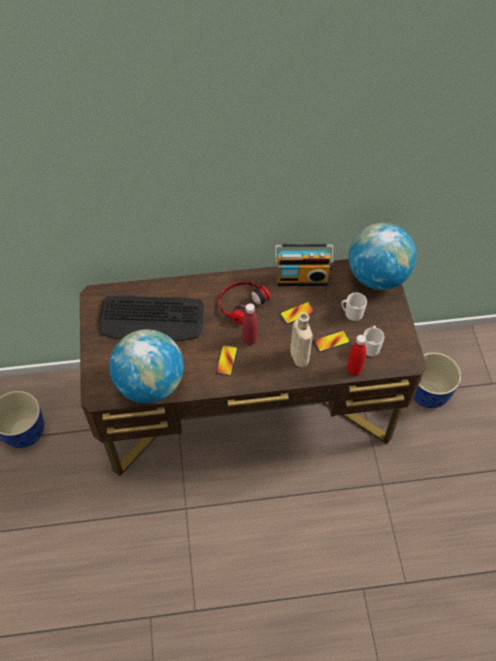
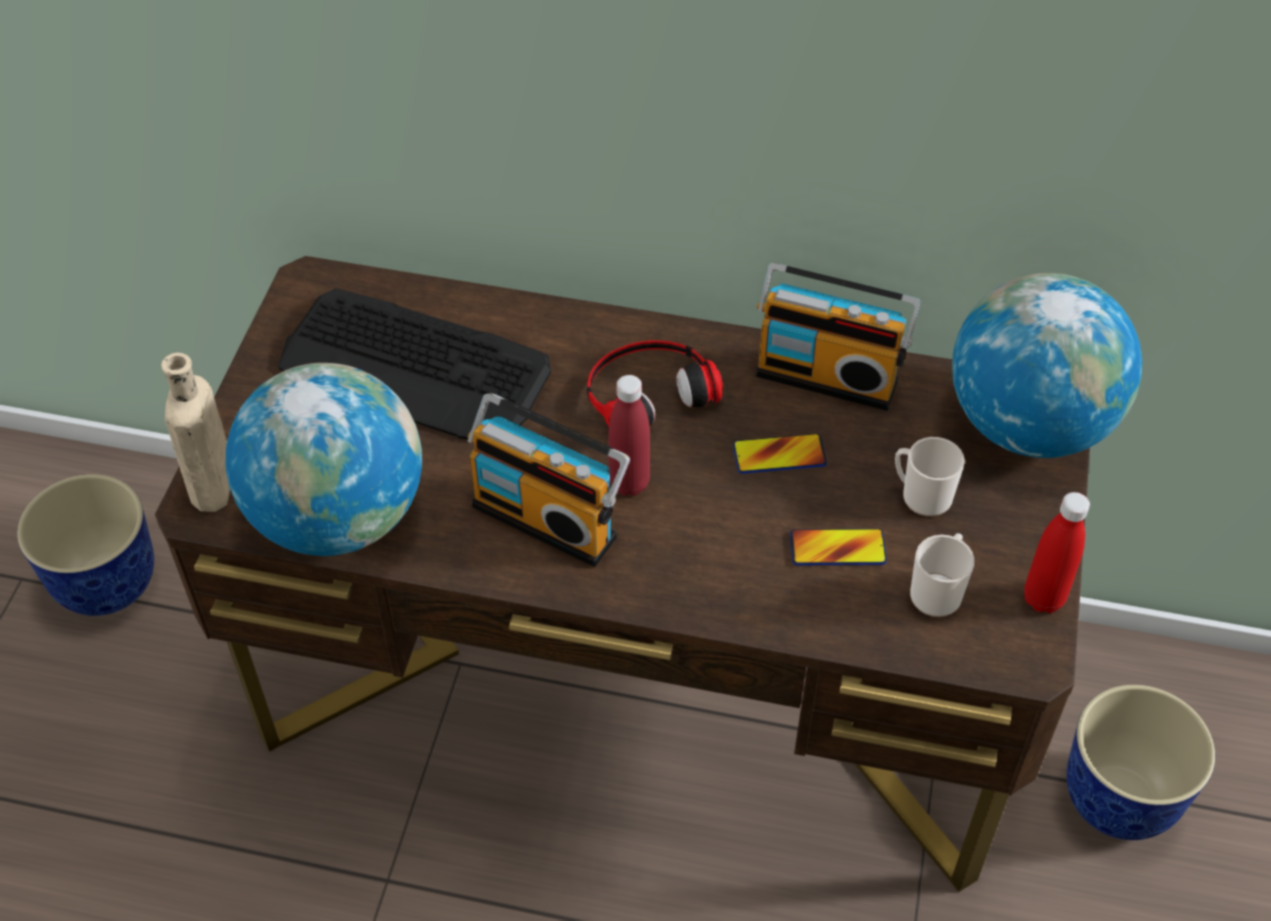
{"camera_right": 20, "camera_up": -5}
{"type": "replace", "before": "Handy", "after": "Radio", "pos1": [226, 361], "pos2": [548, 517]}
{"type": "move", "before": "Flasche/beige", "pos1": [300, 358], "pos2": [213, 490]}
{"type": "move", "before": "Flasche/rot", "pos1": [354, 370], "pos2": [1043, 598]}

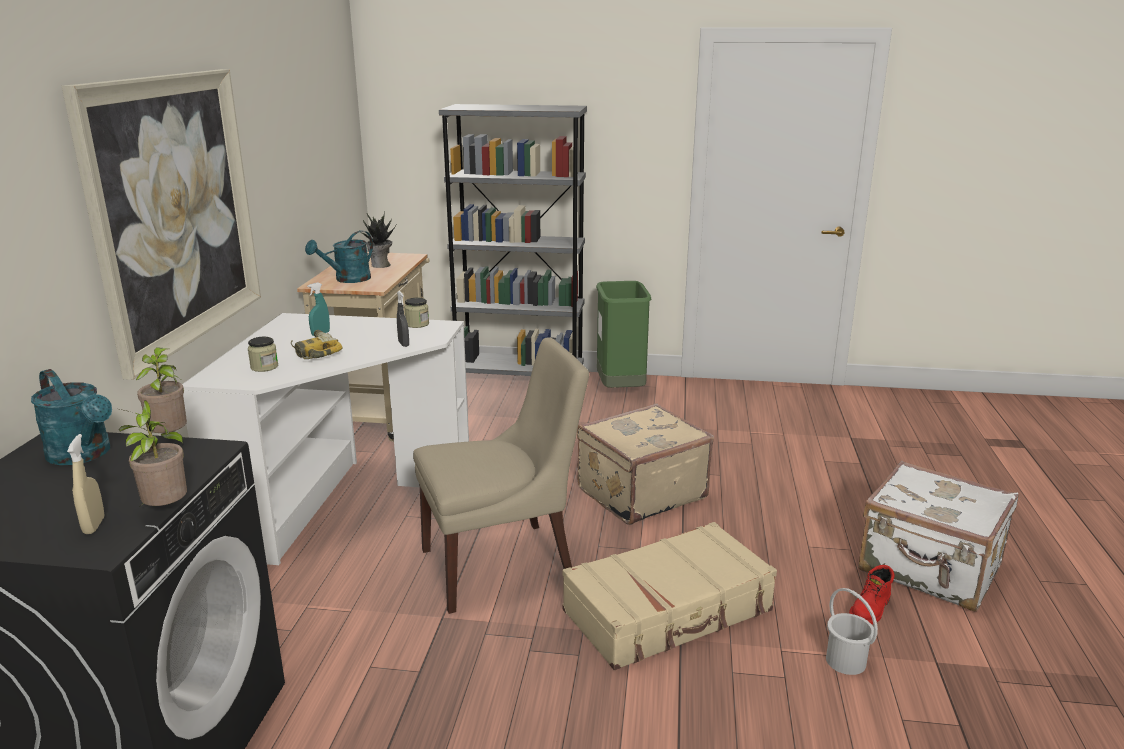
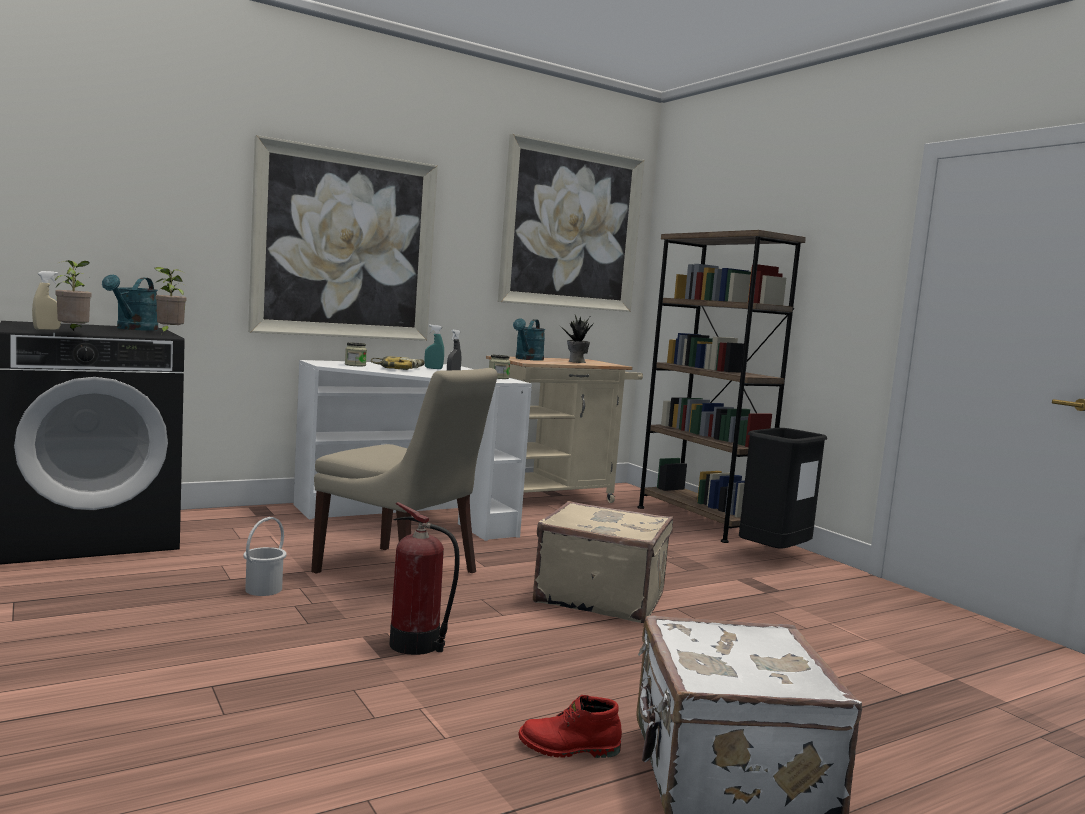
{"camera_right": 50, "camera_up": -15}
{"type": "rotate", "before": "Gießkanne/türkis", "pos1": [347, 280], "pos2": [527, 359], "turn": -75}
{"type": "recolor", "before": "Bücherregal/grau", "after": "Bücherregal/braun", "pos1": [520, 380], "pos2": [699, 521]}
{"type": "replace", "before": "Koffer/beige", "after": "Feuerlöscher", "pos1": [669, 612], "pos2": [417, 645]}
{"type": "recolor", "before": "Mülleimer/grün", "after": "Mülleimer/schwarz", "pos1": [620, 390], "pos2": [773, 556]}
{"type": "move", "before": "Eimer/weiß", "pos1": [846, 661], "pos2": [264, 589]}
{"type": "insert", "after": "Bild", "pos2": [571, 228]}

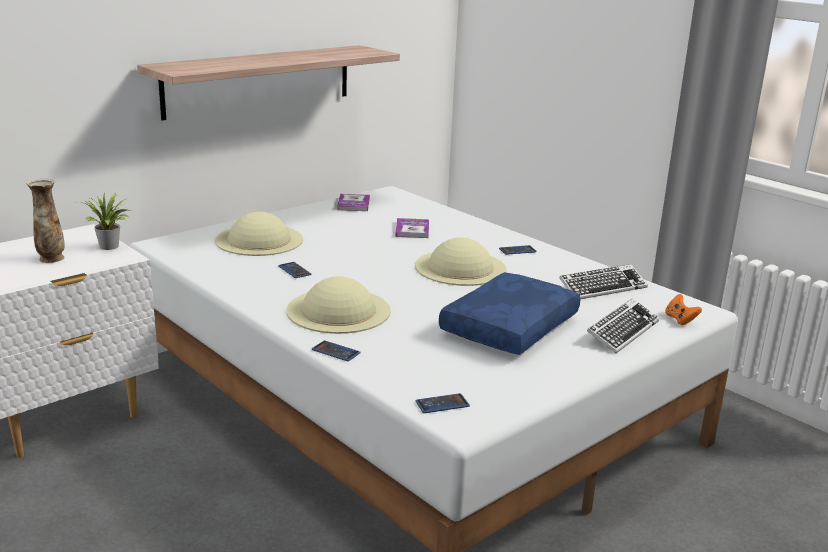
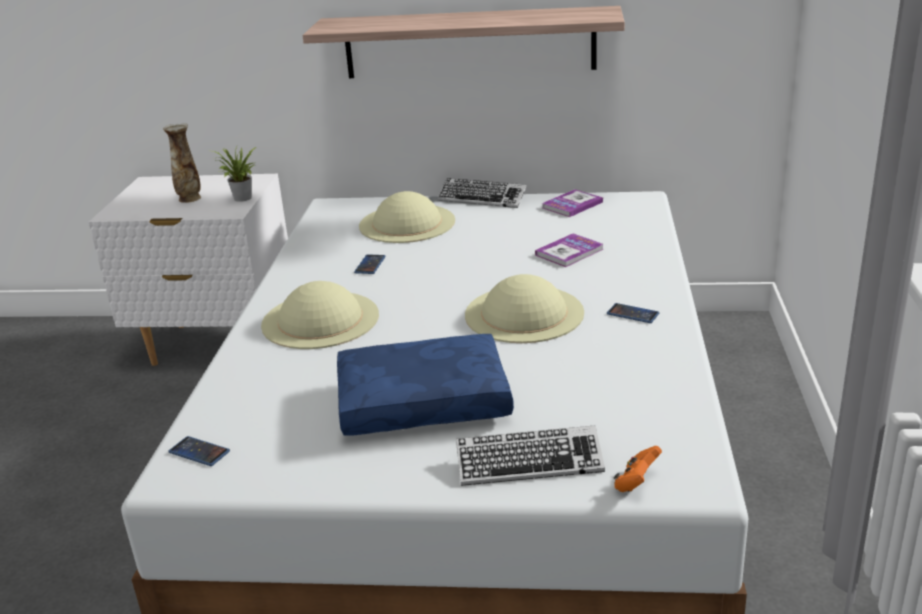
{"camera_right": 50, "camera_up": 5}
{"type": "delete", "before": "Handy", "pos1": [336, 351]}
{"type": "move", "before": "Tastatur", "pos1": [602, 287], "pos2": [482, 198]}

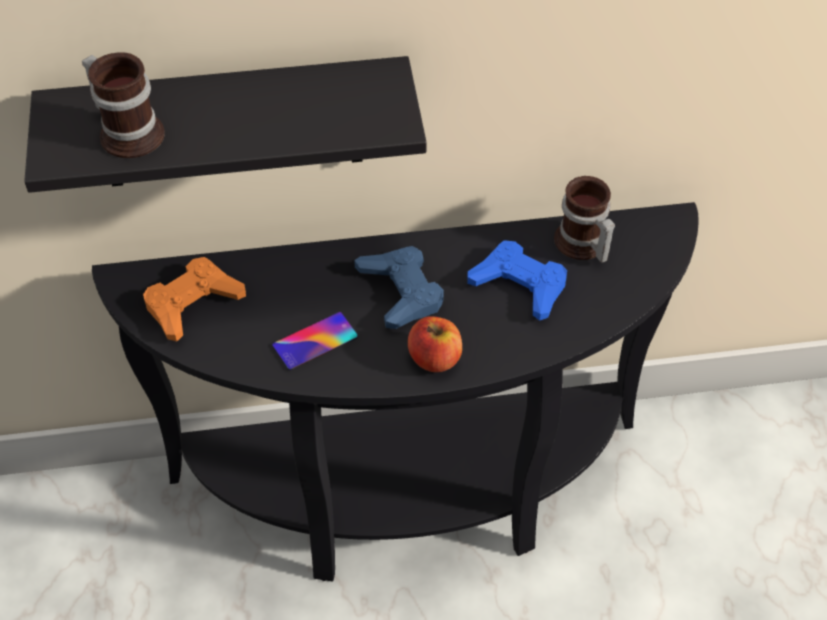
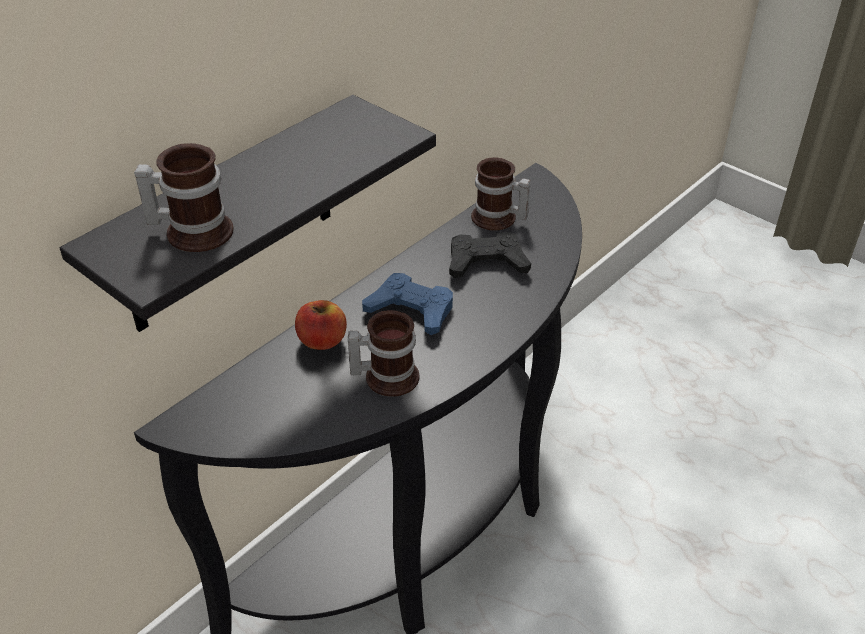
{"camera_right": -40, "camera_up": -10}
{"type": "delete", "before": "Gamepad/orange", "pos1": [192, 303]}
{"type": "replace", "before": "Handy", "after": "Henkelbecher", "pos1": [315, 341], "pos2": [386, 376]}
{"type": "move", "before": "Apfel", "pos1": [435, 358], "pos2": [322, 340]}
{"type": "recolor", "before": "Gamepad/blau", "after": "Gamepad/schwarz", "pos1": [520, 285], "pos2": [486, 262]}

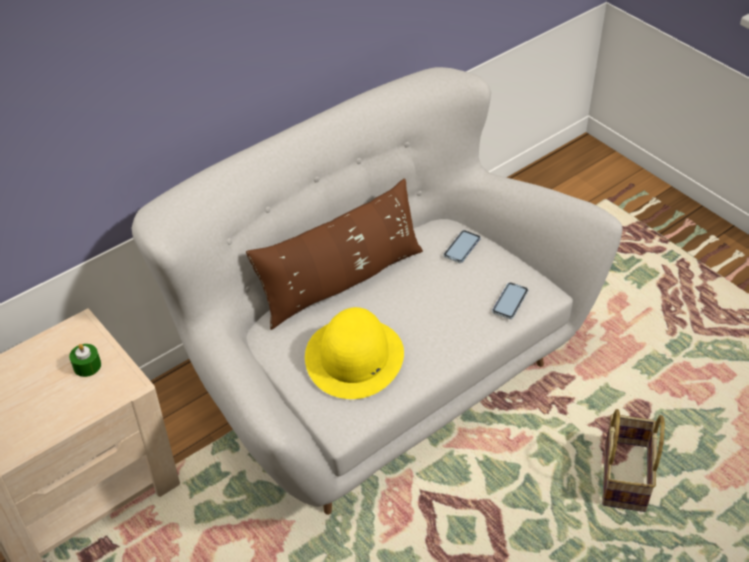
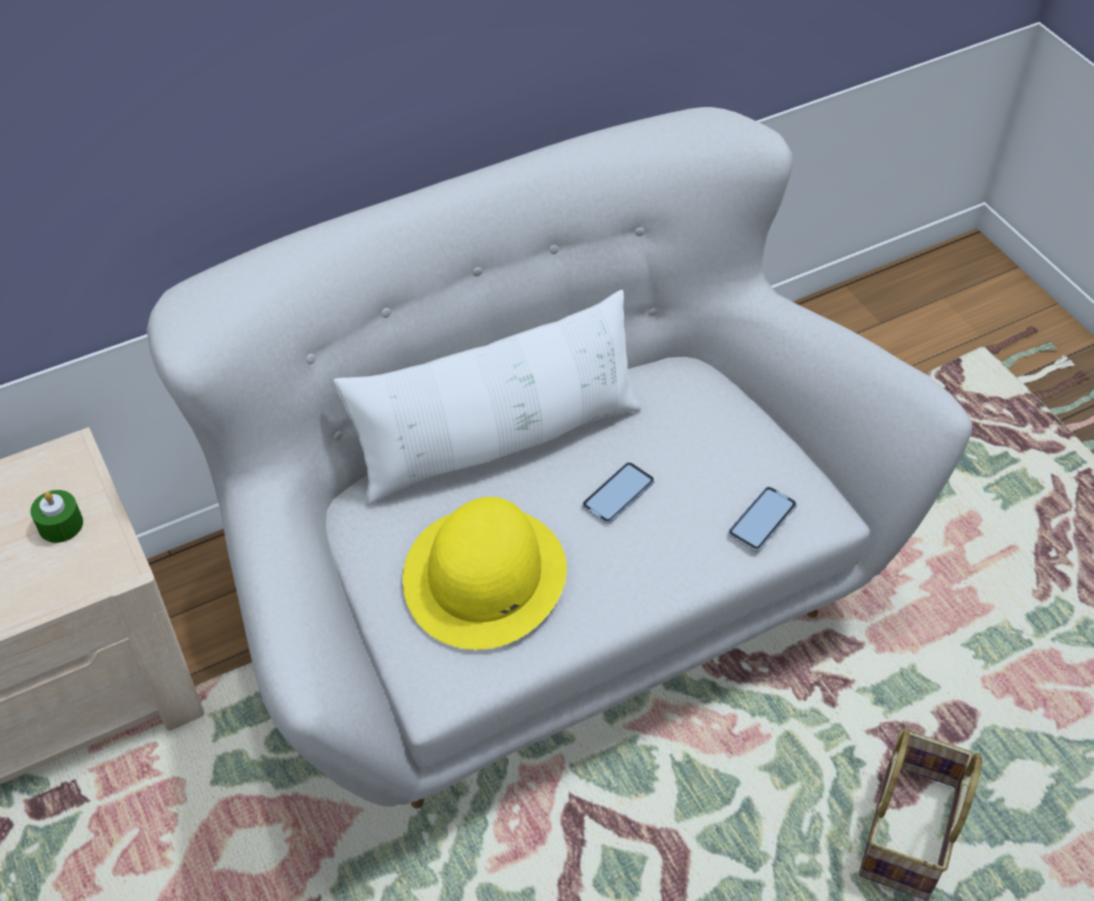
{"camera_right": 10, "camera_up": 5}
{"type": "recolor", "before": "Kissen/braun", "after": "Kissen/weiß", "pos1": [342, 282], "pos2": [498, 442]}
{"type": "move", "before": "Handy", "pos1": [462, 247], "pos2": [618, 494]}

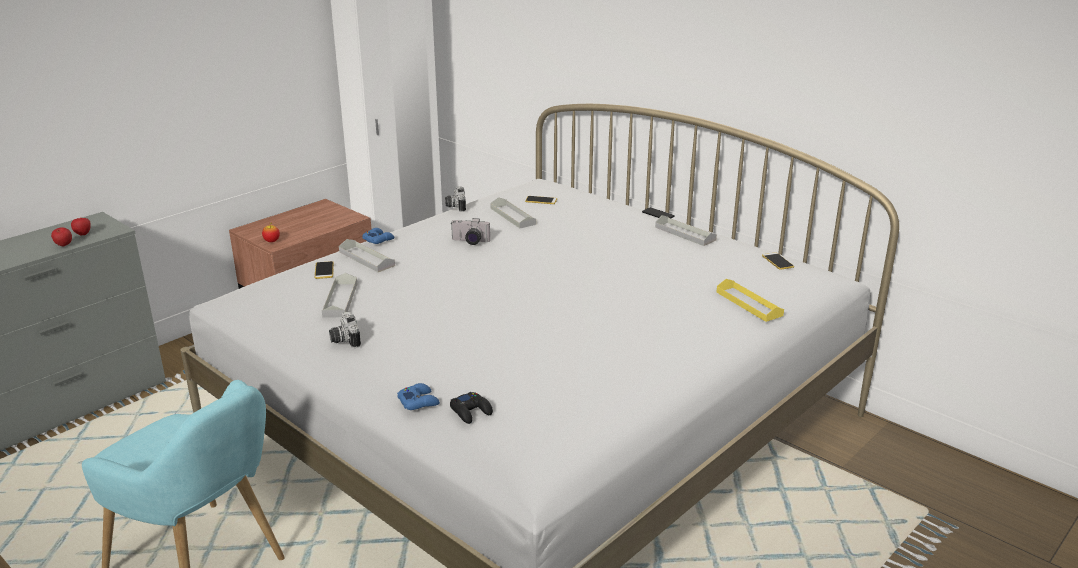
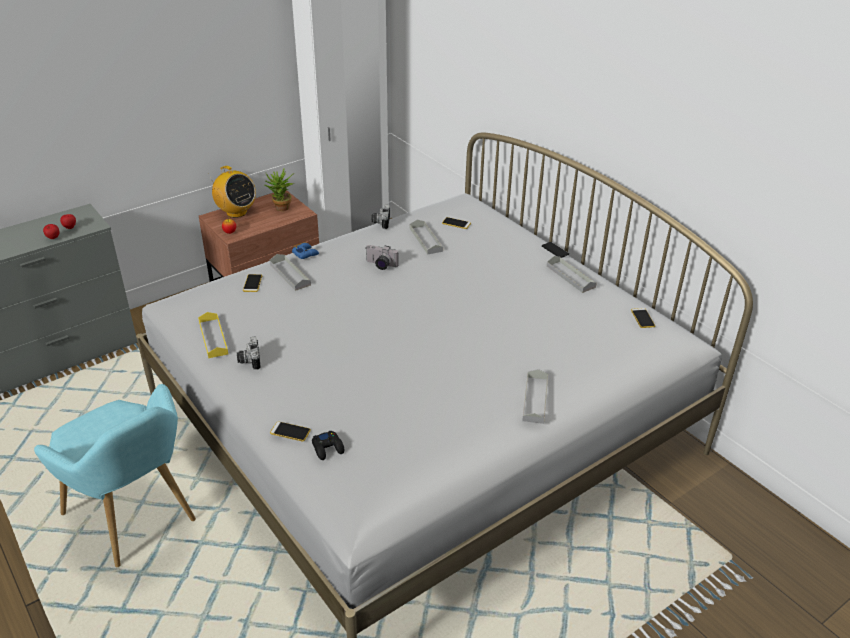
{"camera_right": 10, "camera_up": 10}
{"type": "move", "before": "Tablett/grau", "pos1": [340, 300], "pos2": [535, 399]}
{"type": "replace", "before": "Gamepad/blau", "after": "Handy", "pos1": [419, 401], "pos2": [290, 432]}
{"type": "move", "before": "Tablett/gelb", "pos1": [749, 304], "pos2": [213, 338]}
{"type": "insert", "after": "Radio", "pos2": [236, 212]}
{"type": "insert", "after": "Topfpflanze", "pos2": [281, 209]}

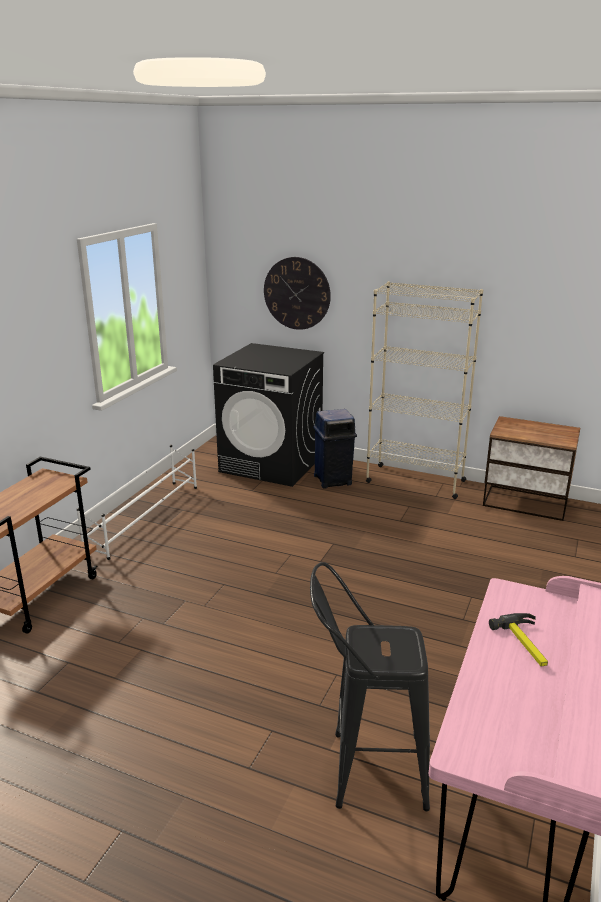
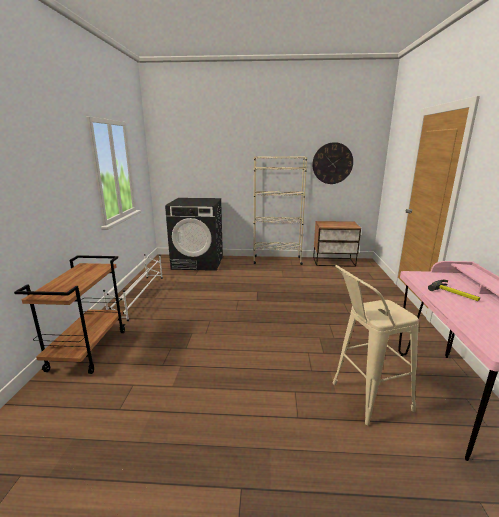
{"camera_right": -20, "camera_up": -5}
{"type": "move", "before": "Wanduhr", "pos1": [297, 293], "pos2": [332, 163]}
{"type": "recolor", "before": "Hocker/schwarz", "after": "Hocker/beige", "pos1": [365, 769], "pos2": [364, 398]}
{"type": "delete", "before": "Mülleimer/blau", "pos1": [333, 480]}

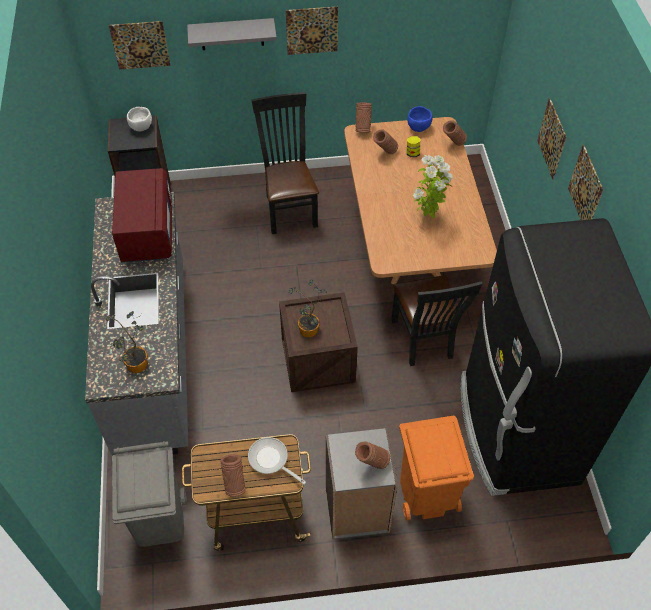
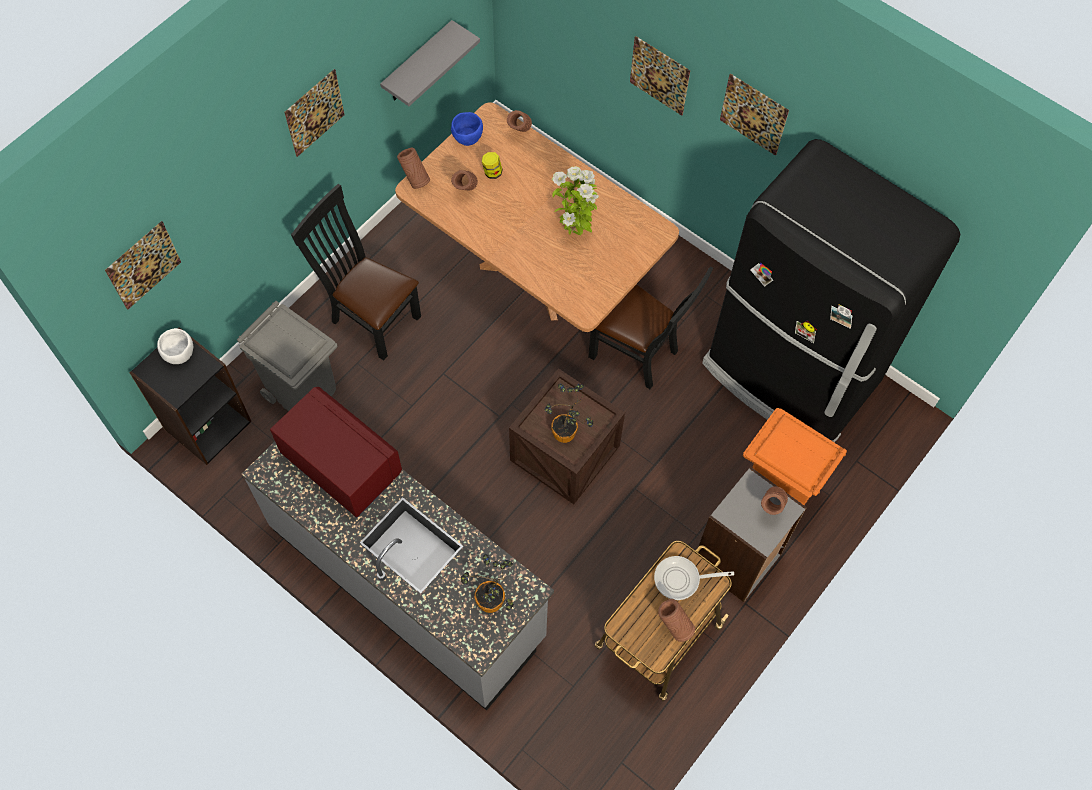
{"camera_right": -45, "camera_up": 10}
{"type": "move", "before": "Mülleimer/grau", "pos1": [159, 520], "pos2": [303, 390]}
{"type": "move", "before": "Wandregal/grau", "pos1": [232, 34], "pos2": [417, 64]}

